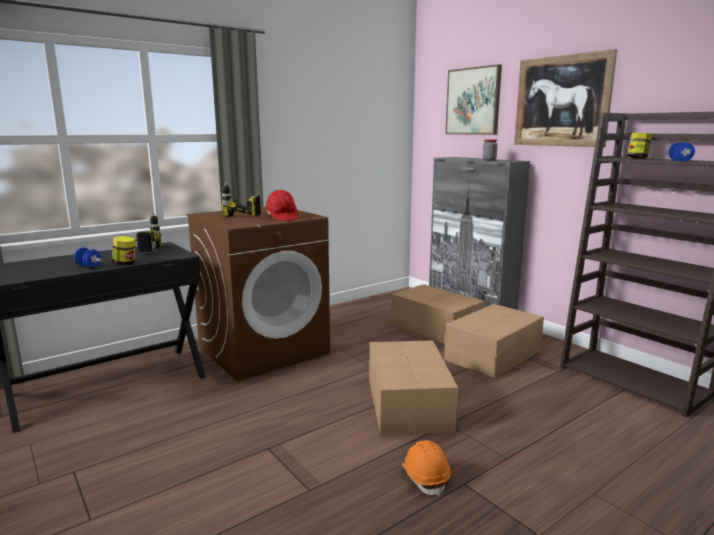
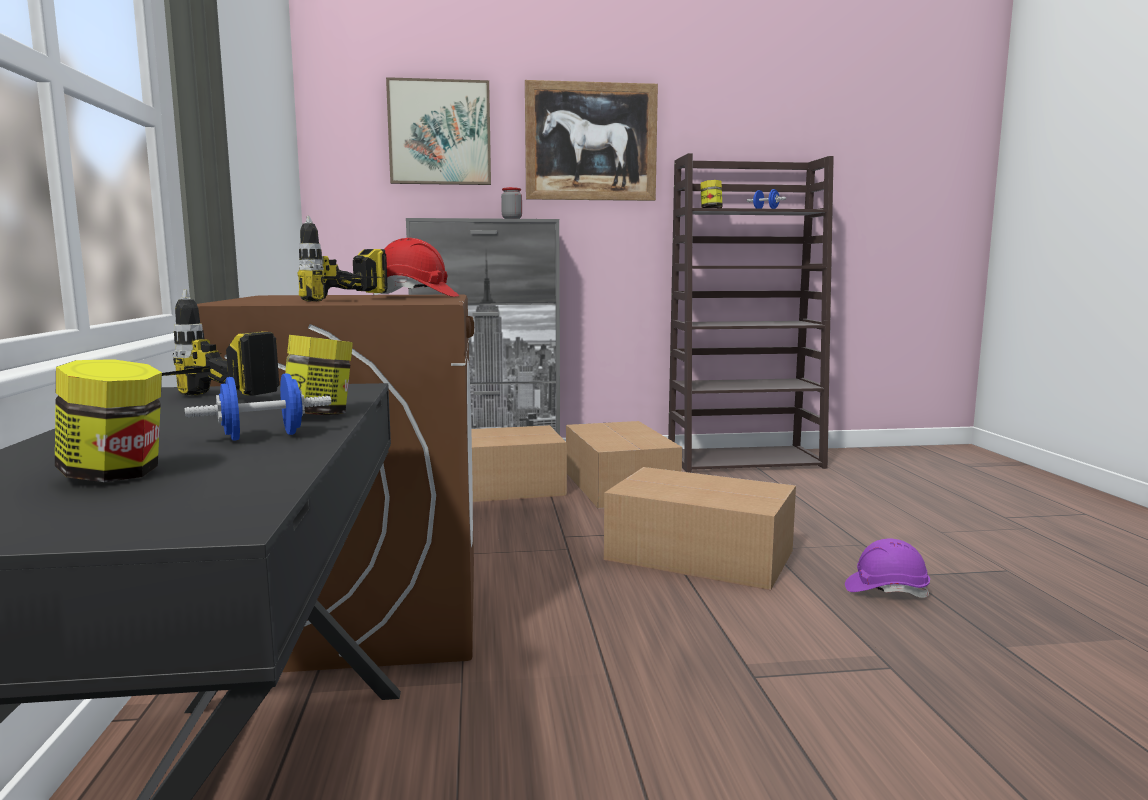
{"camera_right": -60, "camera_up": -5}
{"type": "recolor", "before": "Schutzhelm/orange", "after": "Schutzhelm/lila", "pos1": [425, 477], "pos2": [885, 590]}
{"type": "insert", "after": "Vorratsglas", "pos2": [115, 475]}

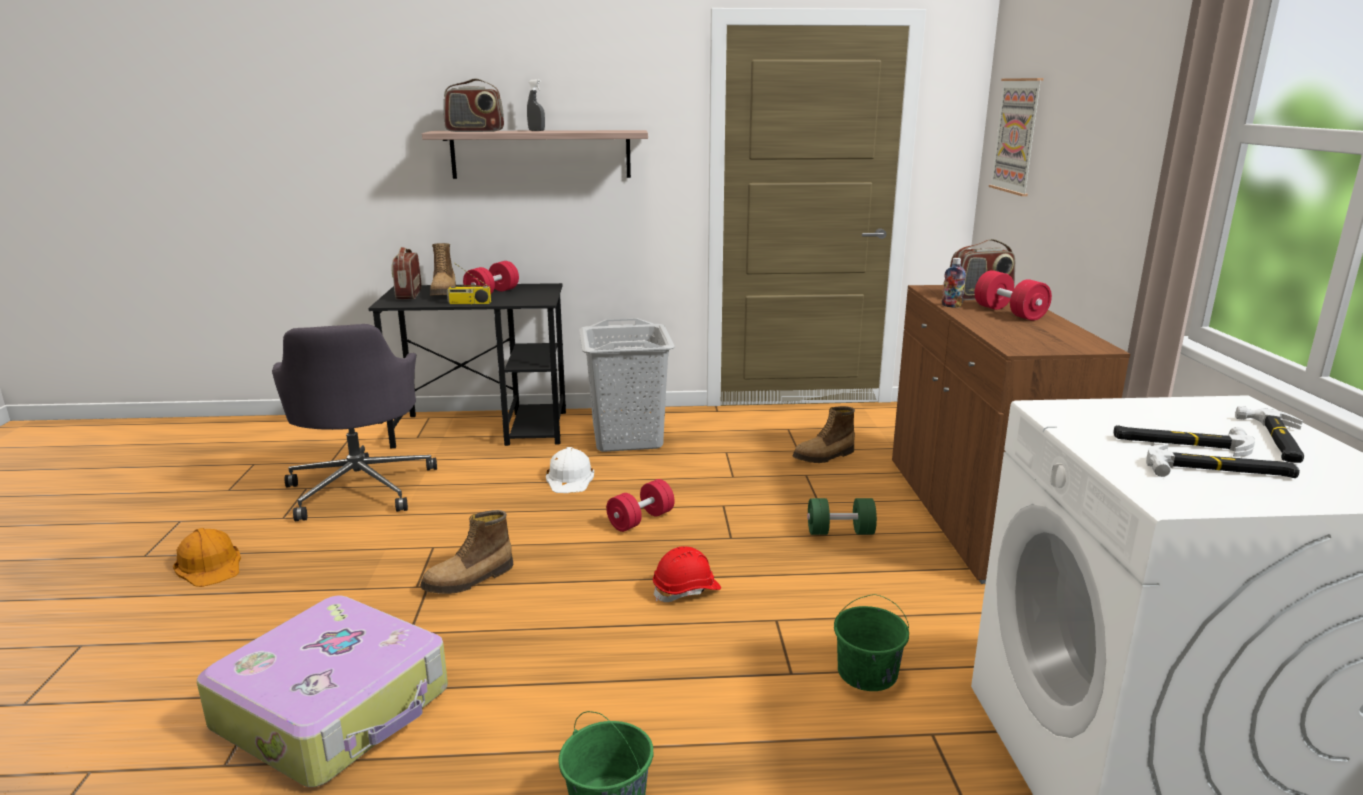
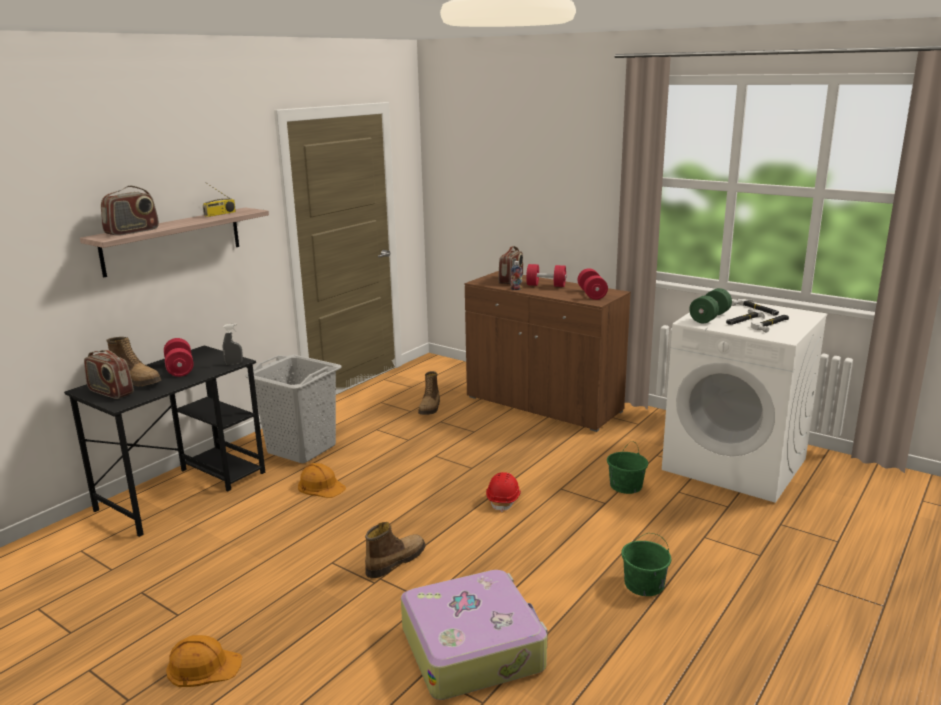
{"camera_right": -50, "camera_up": 0}
{"type": "delete", "before": "Bürostuhl/grau", "pos1": [361, 487]}
{"type": "rotate", "before": "Stiefel", "pos1": [469, 580], "pos2": [395, 561], "turn": -135}
{"type": "move", "before": "Radio", "pos1": [469, 303], "pos2": [220, 214]}
{"type": "move", "before": "Sprühflasche/grau", "pos1": [536, 130], "pos2": [234, 363]}
{"type": "recolor", "before": "Schutzhelm/weiß", "after": "Schutzhelm/orange", "pos1": [570, 478], "pos2": [321, 486]}
{"type": "move", "before": "Hantel/rot", "pos1": [641, 520], "pos2": [592, 294]}
{"type": "move", "before": "Hantel/grün", "pos1": [840, 532], "pos2": [709, 317]}
{"type": "delete", "before": "Bild", "pos1": [1017, 136]}

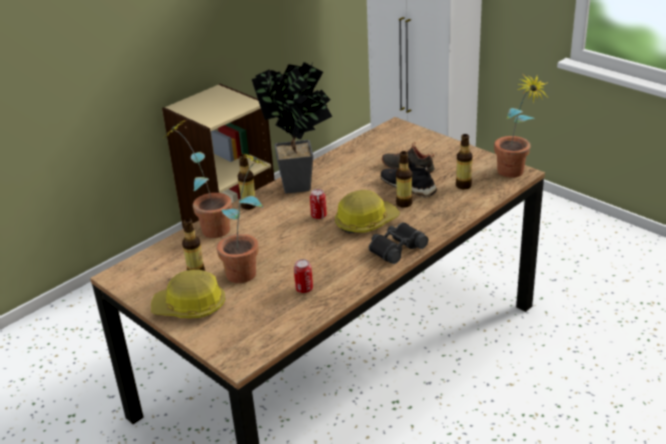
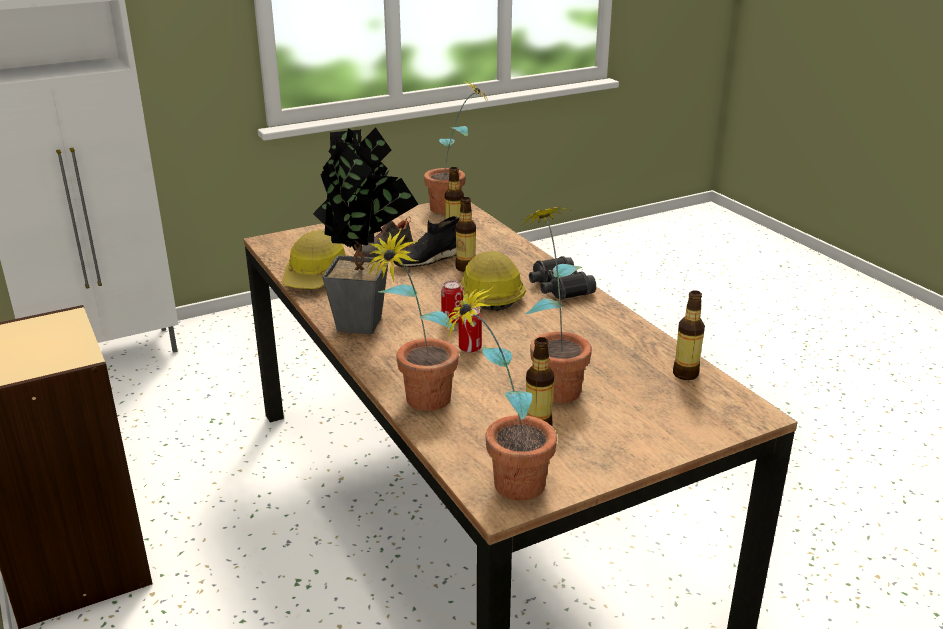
{"camera_right": -75, "camera_up": -5}
{"type": "move", "before": "Schutzhelm", "pos1": [190, 307], "pos2": [317, 277]}
{"type": "move", "before": "Flasche", "pos1": [249, 205], "pos2": [685, 374]}
{"type": "move", "before": "Dose", "pos1": [304, 289], "pos2": [470, 348]}
{"type": "insert", "after": "Topfpflanze", "pos2": [502, 484]}

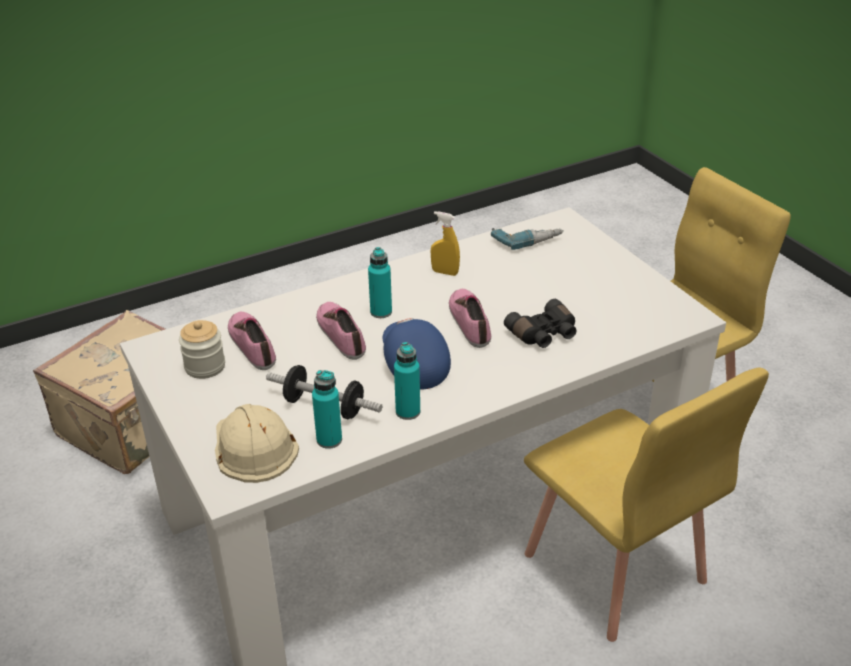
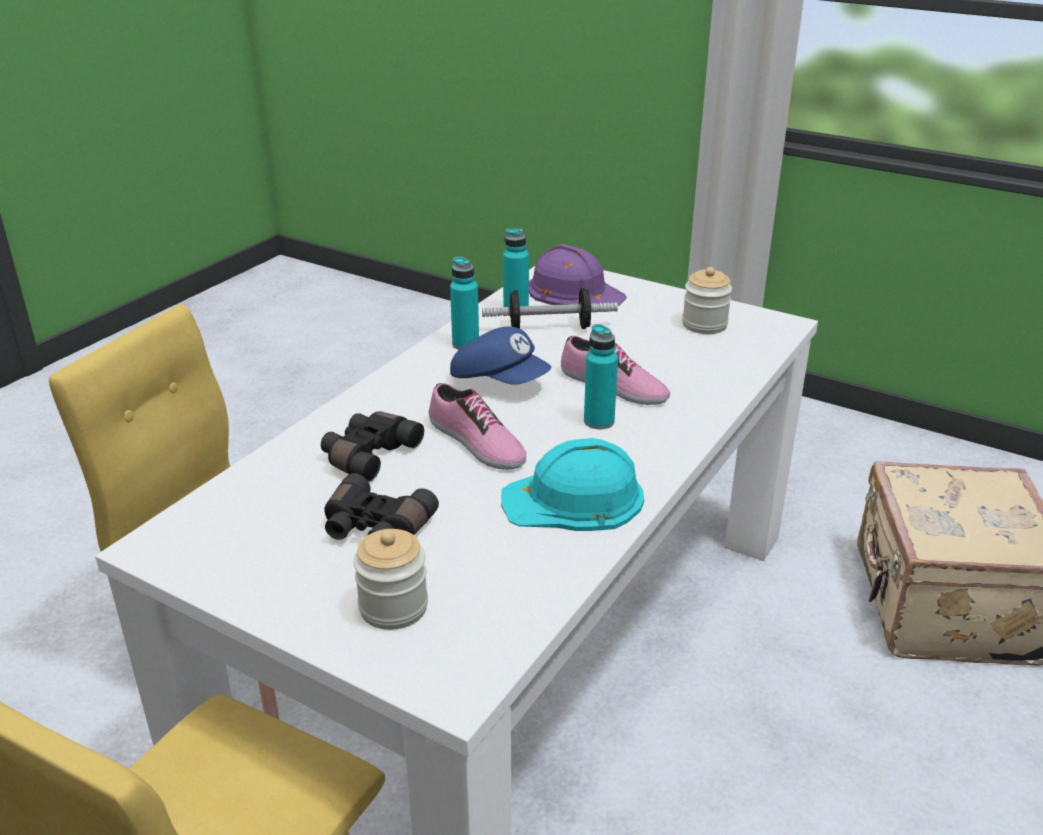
{"camera_right": 150, "camera_up": -5}
{"type": "recolor", "before": "Schutzhelm/beige", "after": "Schutzhelm/lila", "pos1": [253, 446], "pos2": [574, 292]}
{"type": "delete", "before": "Schuh", "pos1": [253, 344]}
{"type": "replace", "before": "Sprühflasche/gelb", "after": "Schutzhelm/türkis", "pos1": [445, 272], "pos2": [574, 499]}
{"type": "delete", "before": "Bohrmaschine", "pos1": [526, 239]}
{"type": "insert", "after": "Fernglas/schwarz", "pos2": [375, 528]}
{"type": "insert", "after": "Vorratsglas", "pos2": [393, 607]}

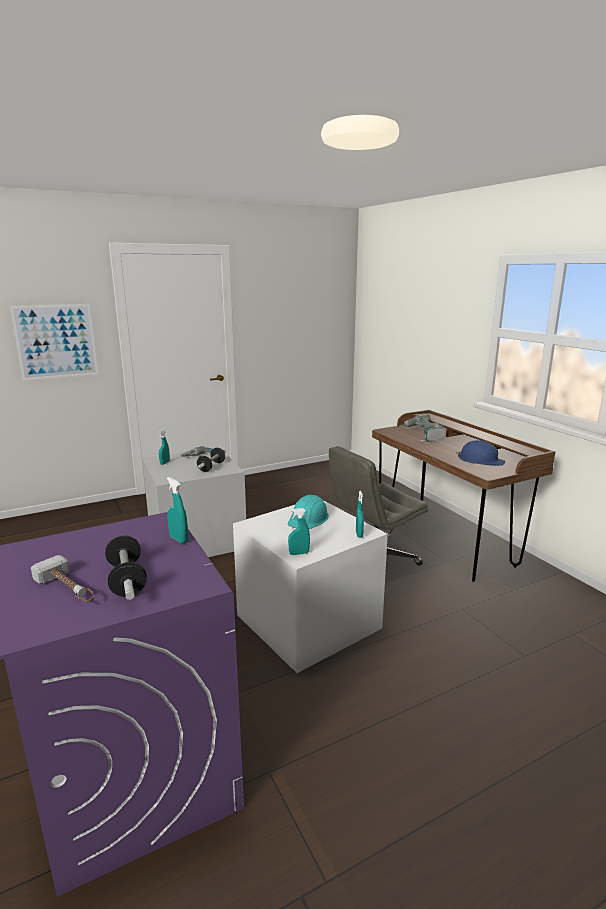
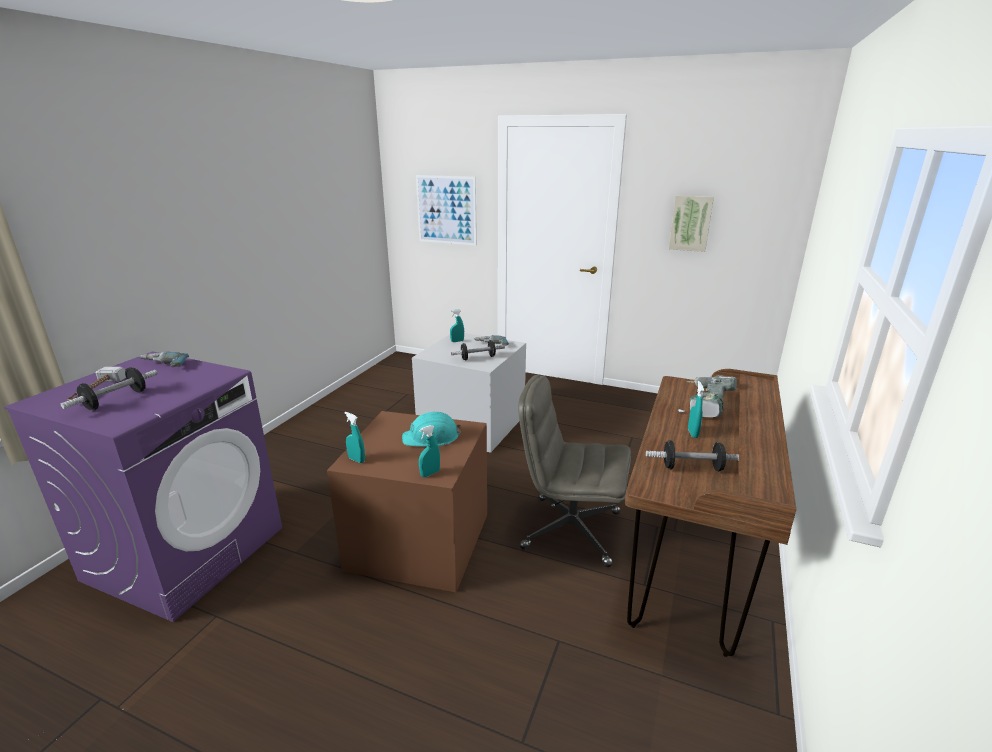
{"camera_right": 50, "camera_up": 5}
{"type": "move", "before": "Sprühflasche/türkis", "pos1": [178, 539], "pos2": [692, 433]}
{"type": "recolor", "before": "Aufbewahrungsbox/weiß", "after": "Aufbewahrungsbox/braun", "pos1": [310, 621], "pos2": [420, 542]}
{"type": "replace", "before": "Schutzhelm/blau", "after": "Hantel", "pos1": [480, 460], "pos2": [692, 467]}
{"type": "insert", "after": "Bohrmaschine", "pos2": [161, 366]}
{"type": "insert", "after": "Bild", "pos2": [690, 223]}

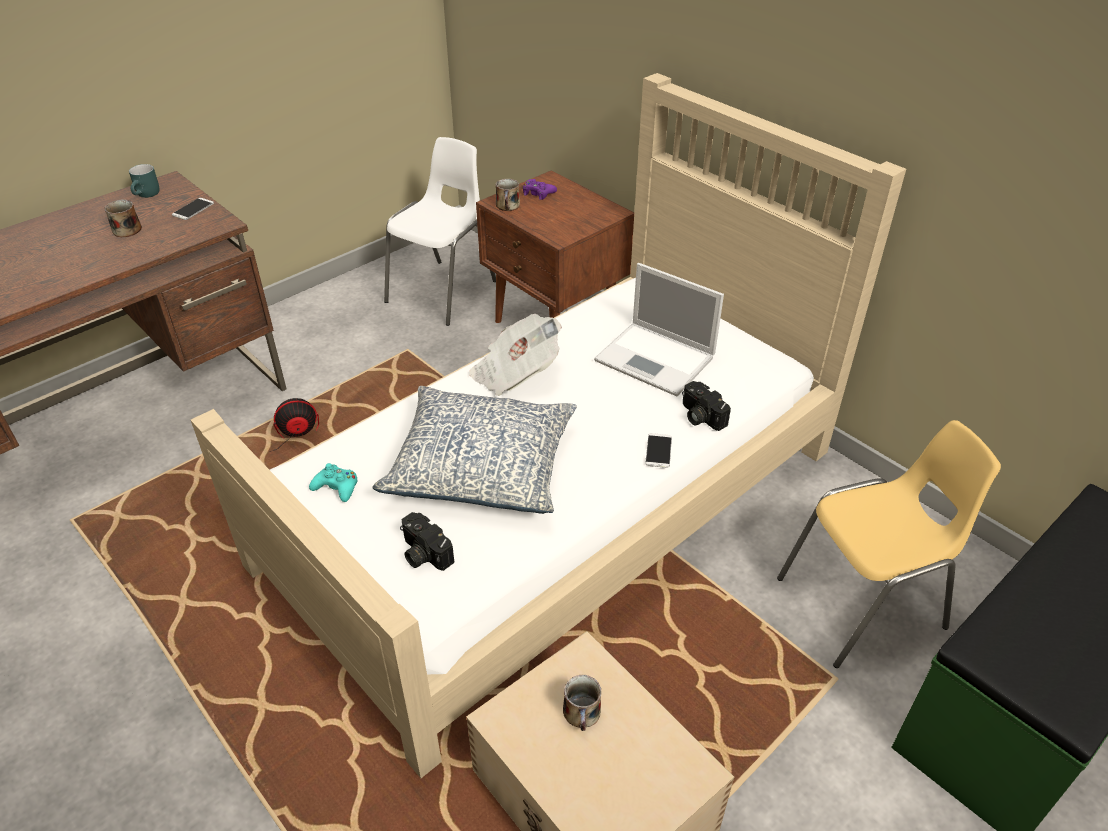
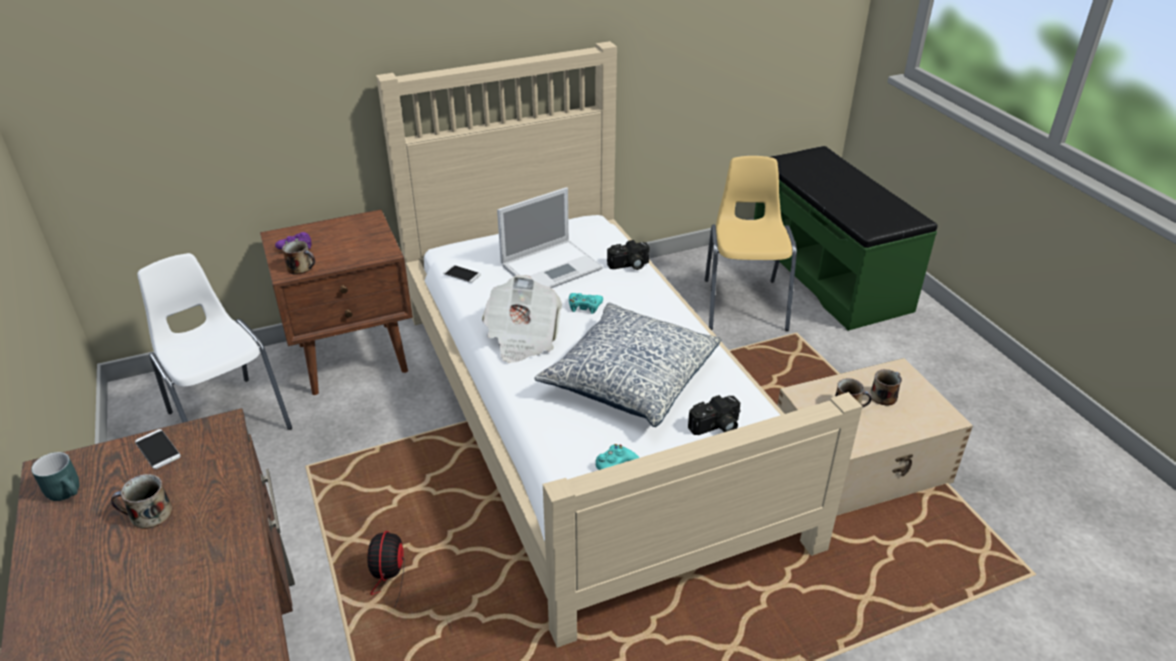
{"camera_right": -70, "camera_up": -5}
{"type": "move", "before": "Handy", "pos1": [658, 451], "pos2": [462, 274]}
{"type": "insert", "after": "Gamepad/türkis", "pos2": [584, 306]}
{"type": "insert", "after": "Henkelbecher", "pos2": [884, 395]}

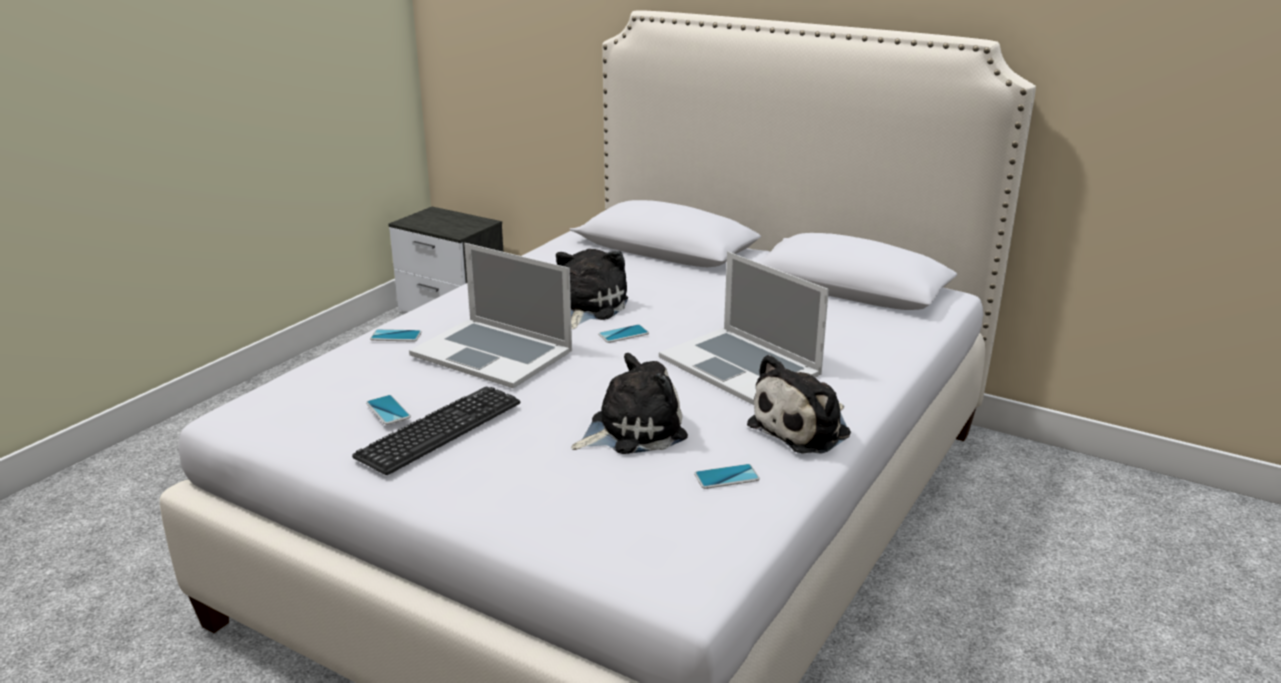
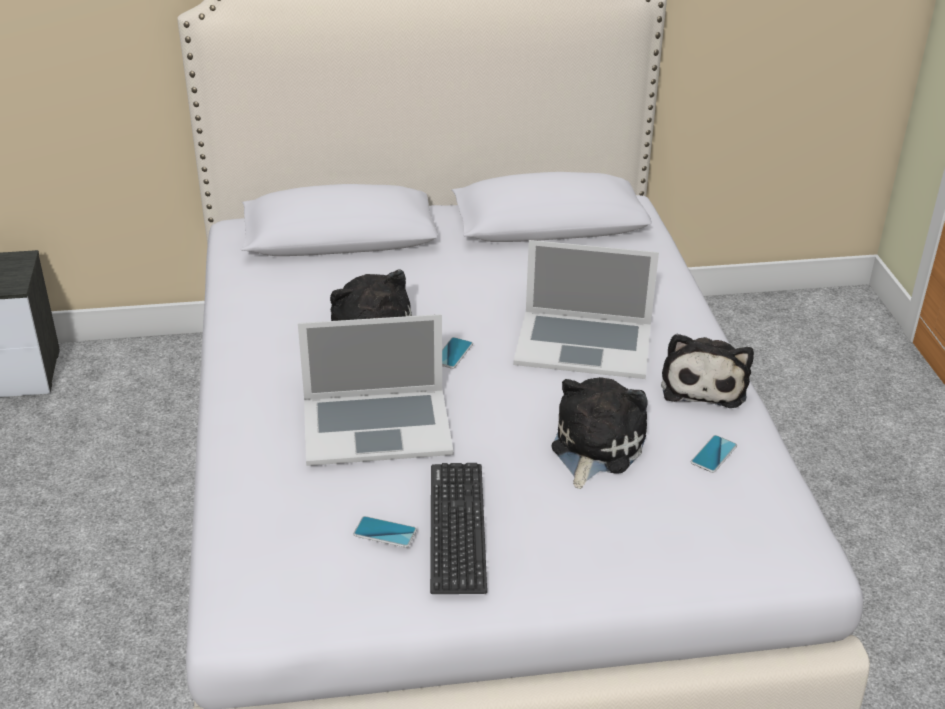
{"camera_right": -40, "camera_up": 10}
{"type": "delete", "before": "Handy", "pos1": [396, 336]}

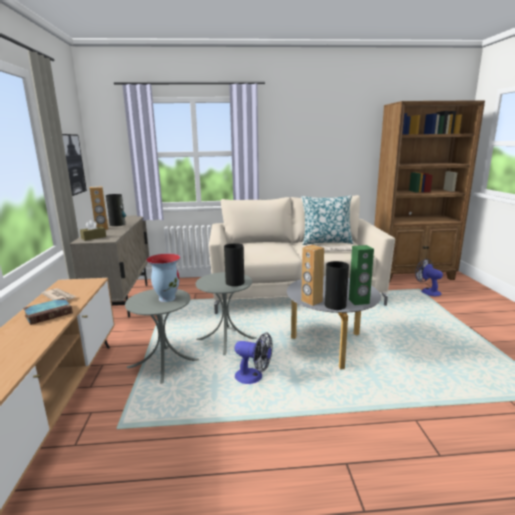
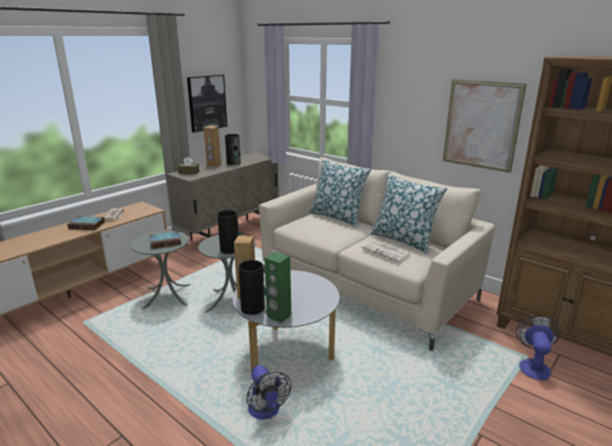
{"camera_right": 45, "camera_up": 5}
{"type": "replace", "before": "Vase", "after": "Buch", "pos1": [167, 298], "pos2": [166, 242]}
{"type": "move", "before": "Ventilator", "pos1": [253, 377], "pos2": [266, 412]}
{"type": "insert", "after": "Kissen", "pos2": [337, 217]}
{"type": "insert", "after": "Bild", "pos2": [481, 125]}

